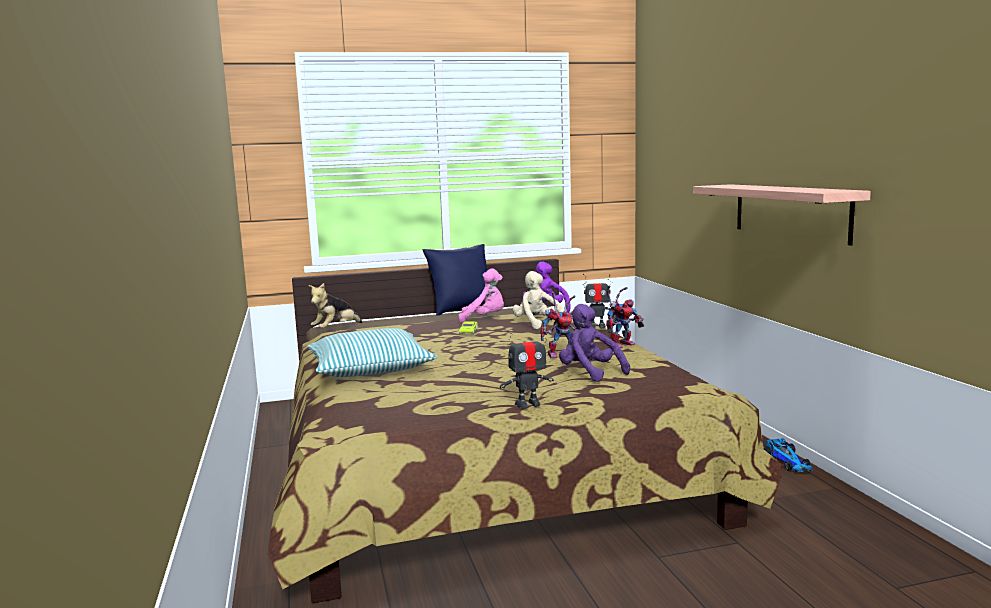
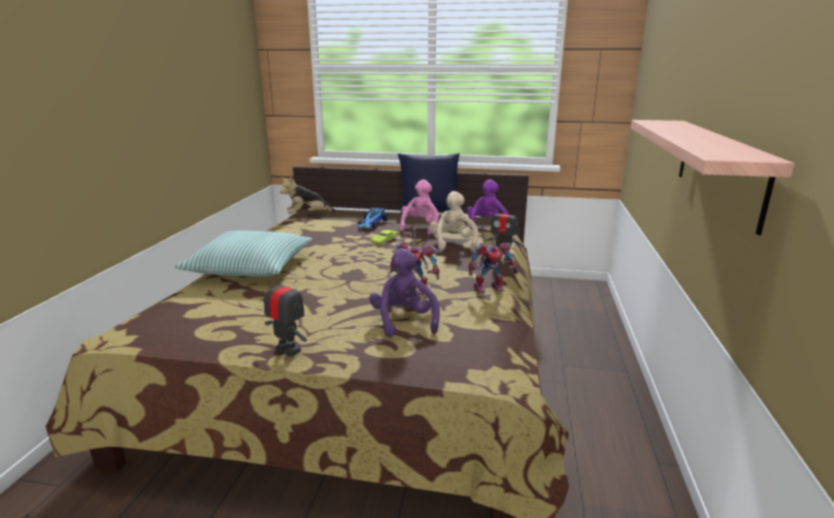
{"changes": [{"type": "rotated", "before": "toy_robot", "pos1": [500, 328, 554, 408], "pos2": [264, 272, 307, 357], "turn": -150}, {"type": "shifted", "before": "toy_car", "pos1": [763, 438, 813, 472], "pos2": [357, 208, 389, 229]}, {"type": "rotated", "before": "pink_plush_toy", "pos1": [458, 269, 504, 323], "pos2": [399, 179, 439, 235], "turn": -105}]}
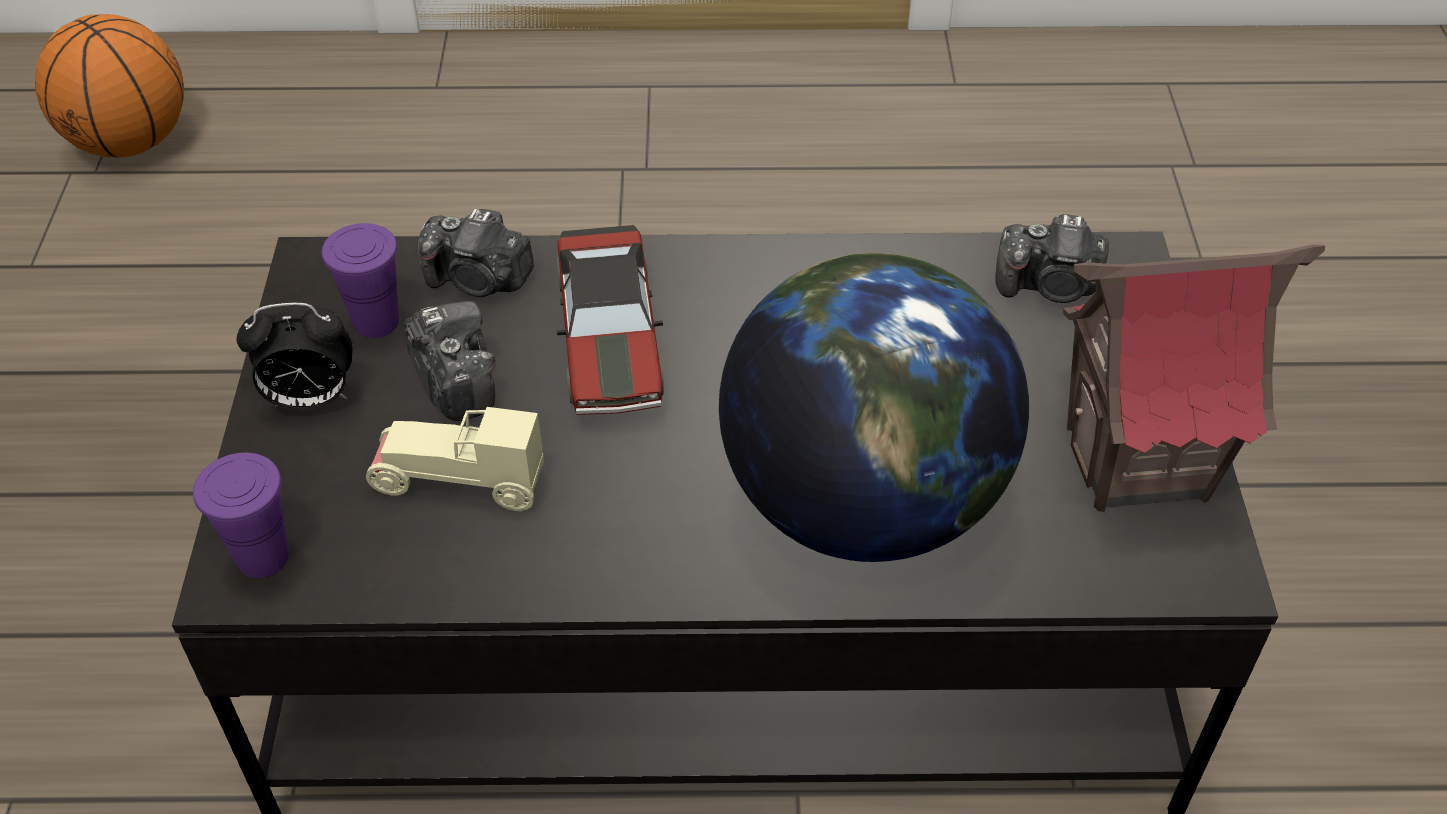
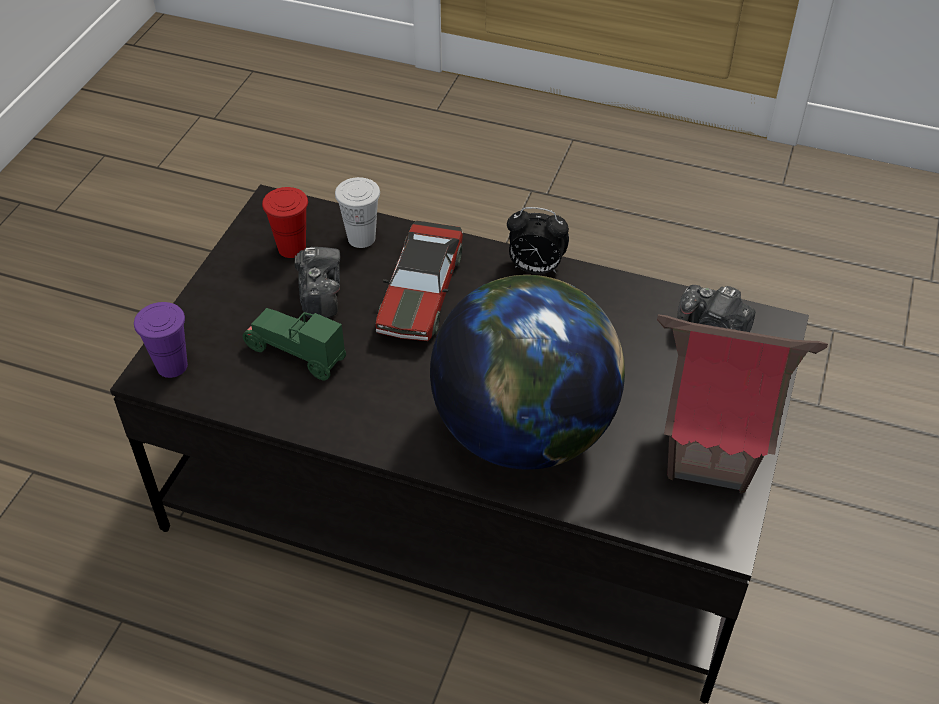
{"changes": [{"type": "repainted", "before": "beige_toy_car", "after": "green_toy_car", "pos1": [366, 407, 544, 511], "pos2": [243, 308, 346, 380]}, {"type": "repainted", "before": "purple_cup", "after": "red_cup", "pos1": [322, 223, 399, 338], "pos2": [262, 187, 308, 258]}, {"type": "swapped", "before": "photo_camera", "after": "white_cup", "pos1": [418, 209, 534, 297], "pos2": [335, 177, 380, 248]}, {"type": "shifted", "before": "alarm_clock", "pos1": [237, 303, 353, 410], "pos2": [507, 207, 569, 274]}, {"type": "gone", "before": "basketball", "pos1": [35, 14, 184, 157]}]}
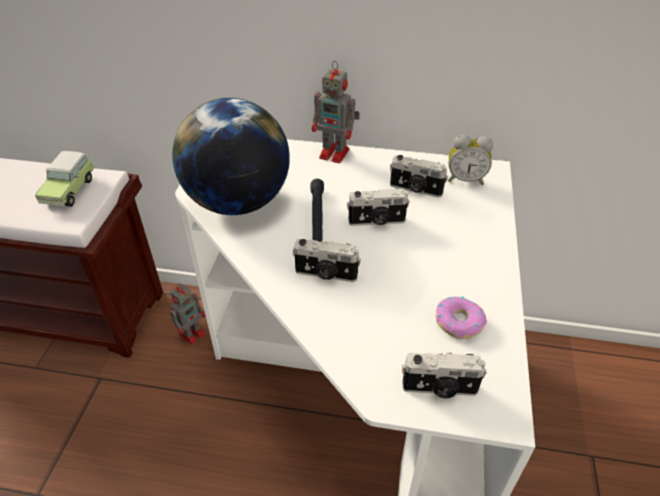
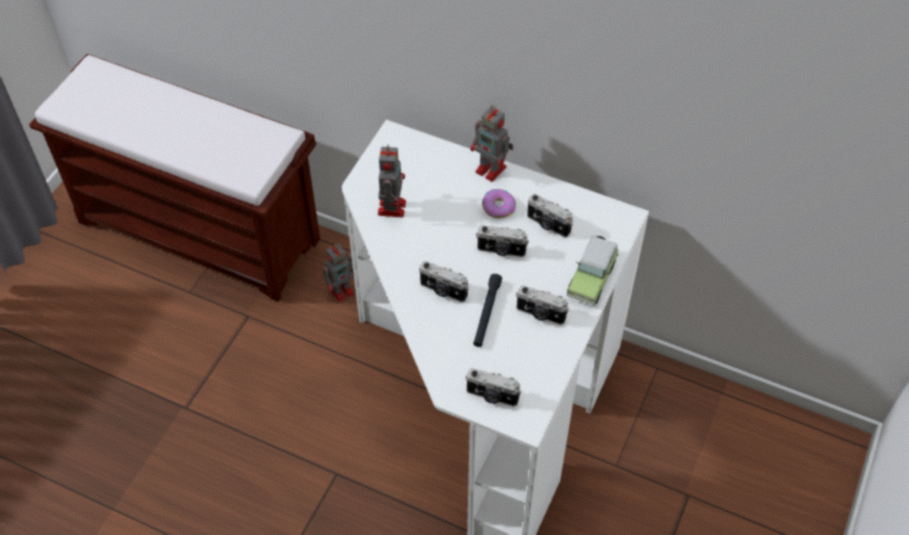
{"changes": [{"type": "swapped", "before": "globe", "after": "toy_robot", "pos1": [172, 98, 290, 215], "pos2": [378, 145, 406, 218]}, {"type": "shifted", "before": "black_flashlight", "pos1": [310, 179, 324, 242], "pos2": [473, 274, 502, 347]}, {"type": "shifted", "before": "donut", "pos1": [436, 296, 487, 339], "pos2": [482, 189, 516, 218]}, {"type": "new", "after": "photo_camera", "pos2": [516, 285, 569, 325]}, {"type": "shifted", "before": "toy_car", "pos1": [35, 151, 95, 207], "pos2": [567, 236, 619, 306]}, {"type": "gone", "before": "alarm_clock", "pos1": [448, 134, 493, 185]}]}
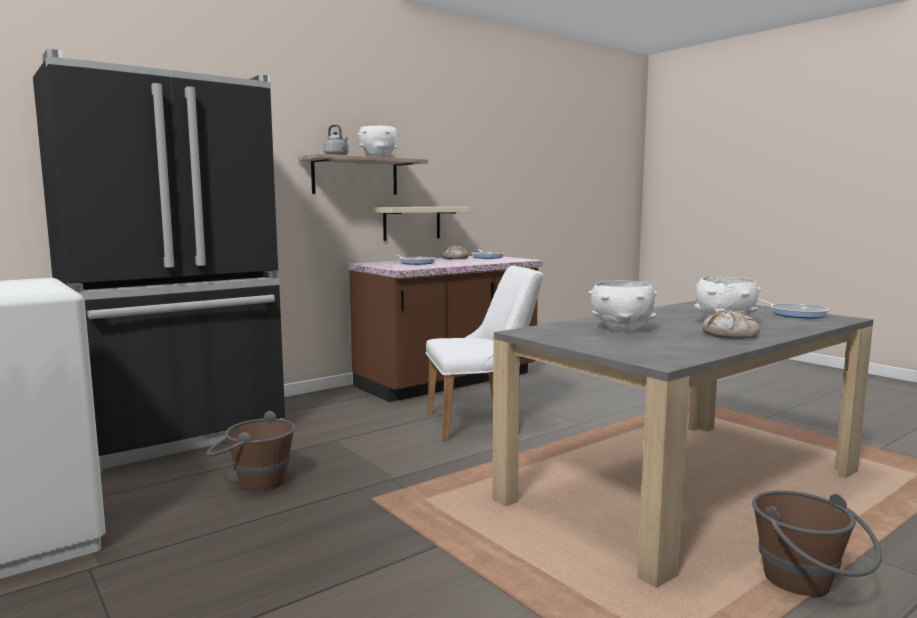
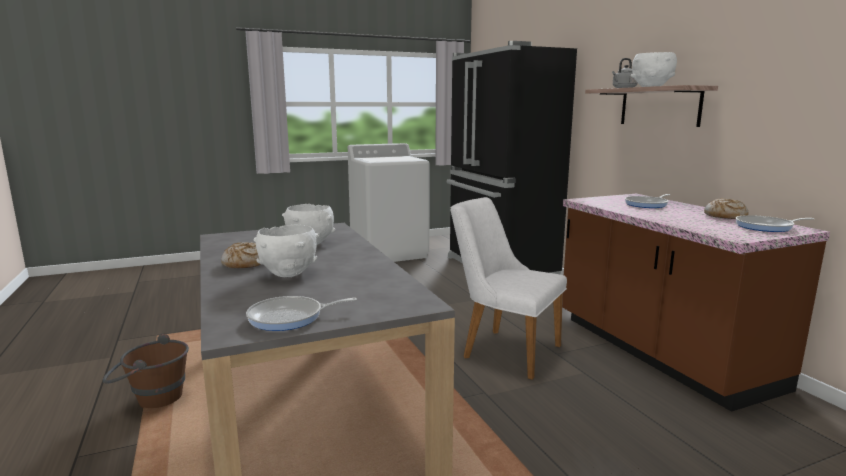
{"changes": [{"type": "rotated", "before": "white_chair", "pos1": [426, 266, 544, 442], "pos2": [451, 197, 567, 380], "turn": 120}, {"type": "gone", "before": "brown_bucket", "pos1": [206, 411, 296, 492]}, {"type": "gone", "before": "beige_shelf", "pos1": [372, 207, 470, 241]}]}
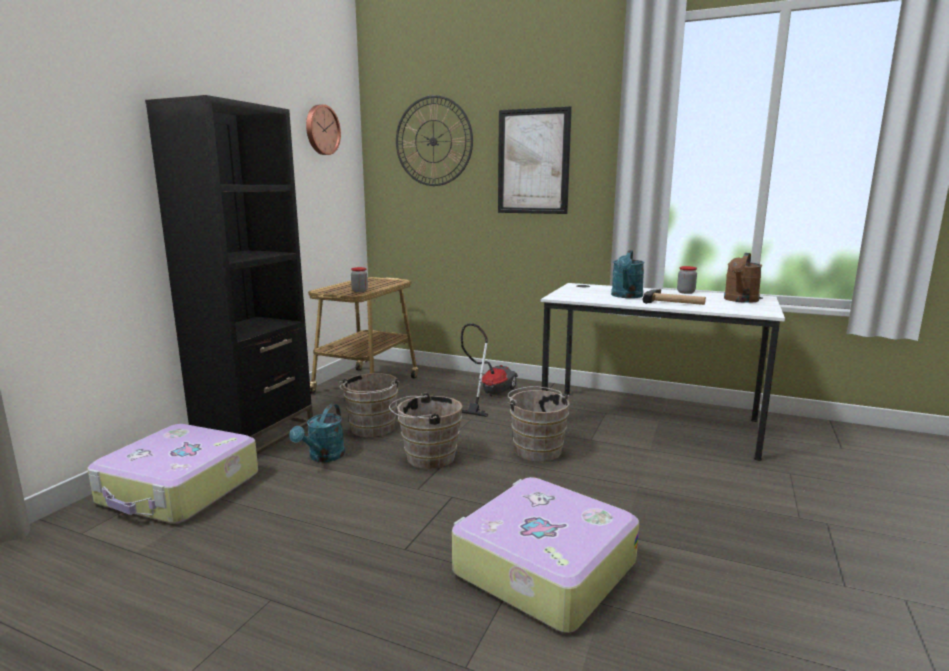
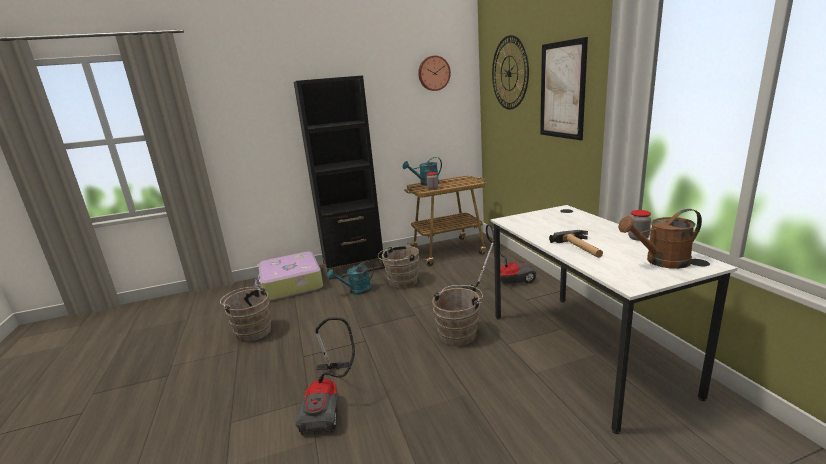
{"changes": [{"type": "shifted", "before": "brown_bucket", "pos1": [389, 393, 463, 469], "pos2": [220, 287, 271, 342]}, {"type": "swapped", "before": "suitcase", "after": "vacuum_cleaner", "pos1": [452, 477, 639, 633], "pos2": [296, 317, 355, 435]}, {"type": "shifted", "before": "turquoise_watering_can", "pos1": [611, 250, 645, 298], "pos2": [403, 157, 442, 186]}]}
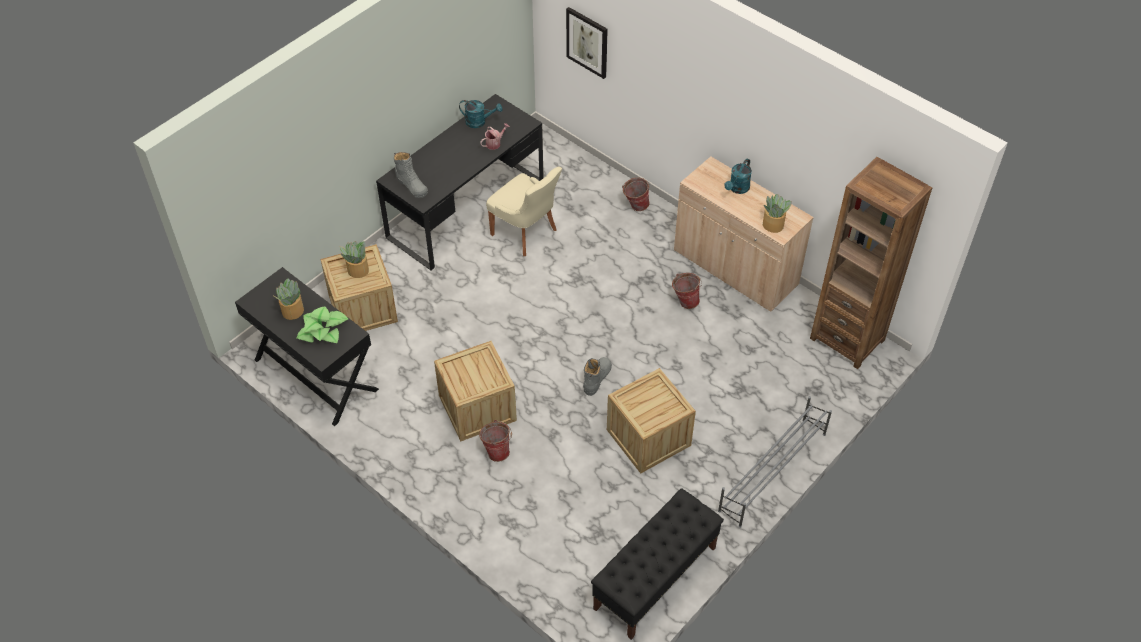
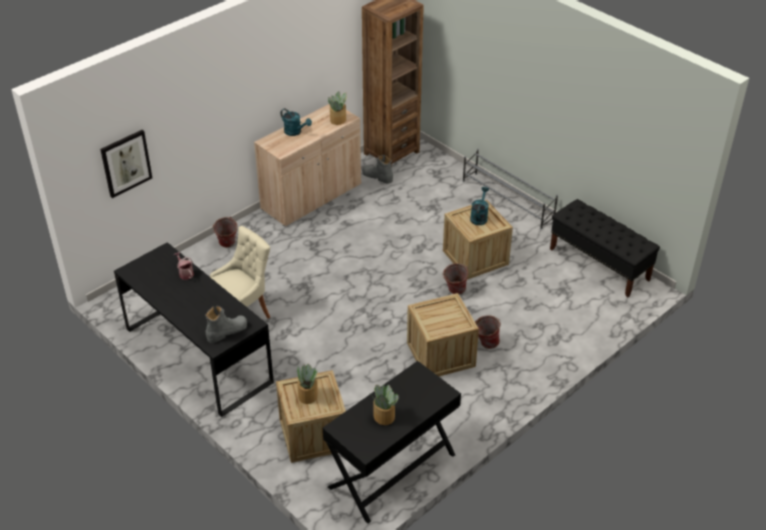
{"changes": [{"type": "shifted", "before": "grey_boot", "pos1": [583, 357, 612, 396], "pos2": [362, 155, 393, 184]}, {"type": "shifted", "before": "bucket", "pos1": [672, 273, 702, 309], "pos2": [442, 263, 468, 294]}, {"type": "shifted", "before": "turquoise_watering_can", "pos1": [459, 100, 502, 128], "pos2": [470, 187, 489, 225]}, {"type": "gone", "before": "potted_plant", "pos1": [297, 306, 348, 343]}]}
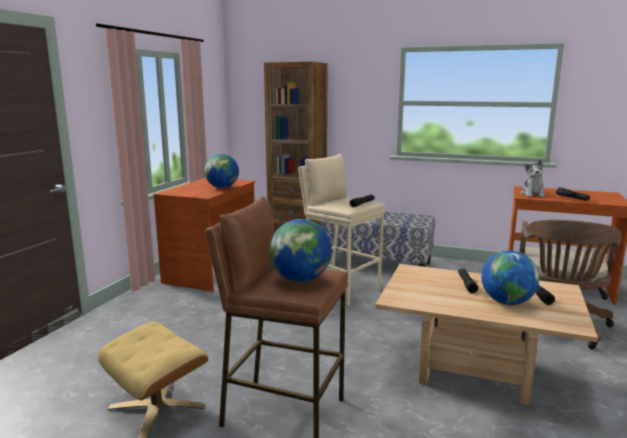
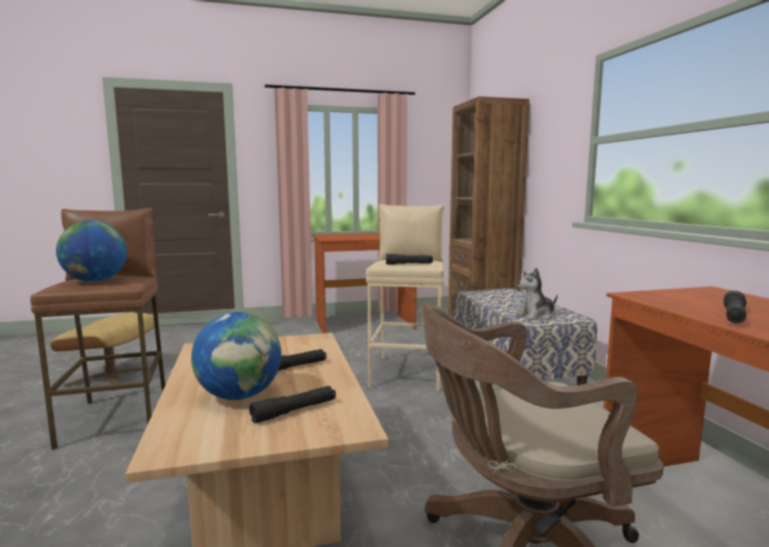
{"changes": [{"type": "shifted", "before": "plush_toy", "pos1": [521, 159, 545, 197], "pos2": [515, 268, 558, 320]}, {"type": "gone", "before": "globe", "pos1": [204, 154, 239, 188]}]}
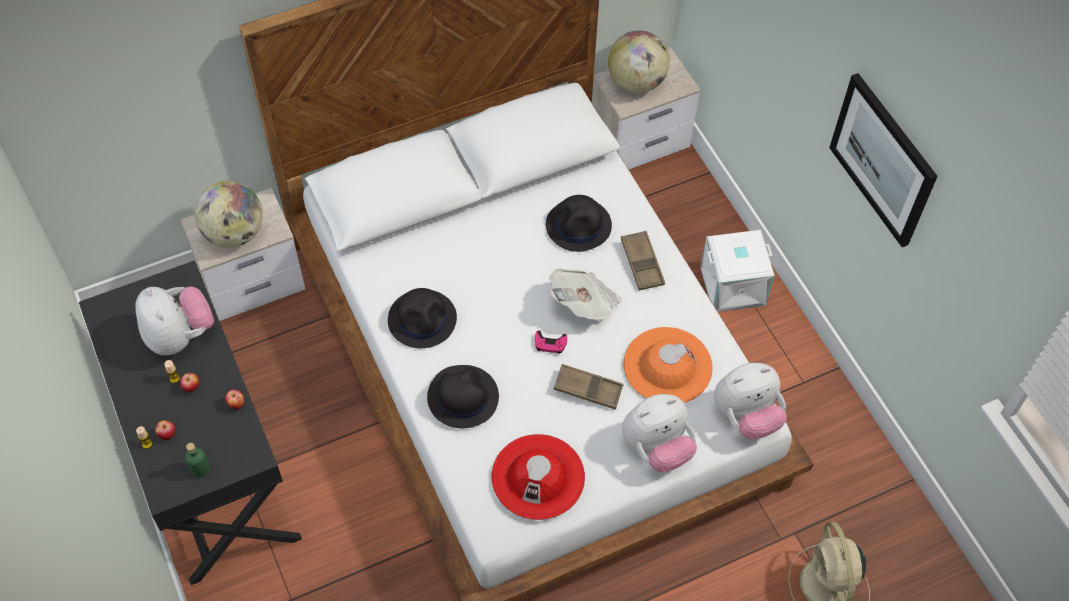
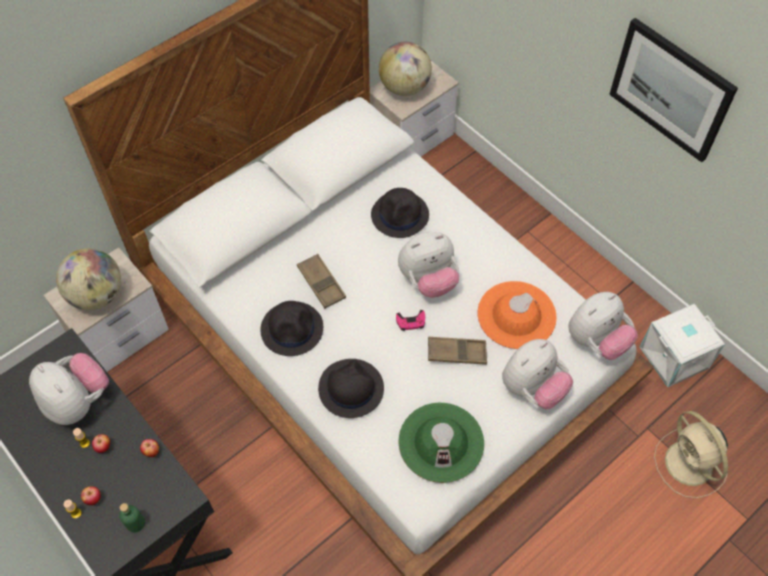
{"changes": [{"type": "shifted", "before": "brown_tray", "pos1": [621, 231, 665, 291], "pos2": [297, 254, 346, 309]}, {"type": "swapped", "before": "newspaper", "after": "plush_toy", "pos1": [549, 269, 622, 321], "pos2": [398, 232, 459, 297]}, {"type": "repainted", "before": "red_hat", "after": "green_hat", "pos1": [491, 434, 585, 520], "pos2": [398, 403, 484, 483]}, {"type": "shifted", "before": "white_storage_box", "pos1": [700, 230, 775, 312], "pos2": [640, 303, 725, 387]}]}
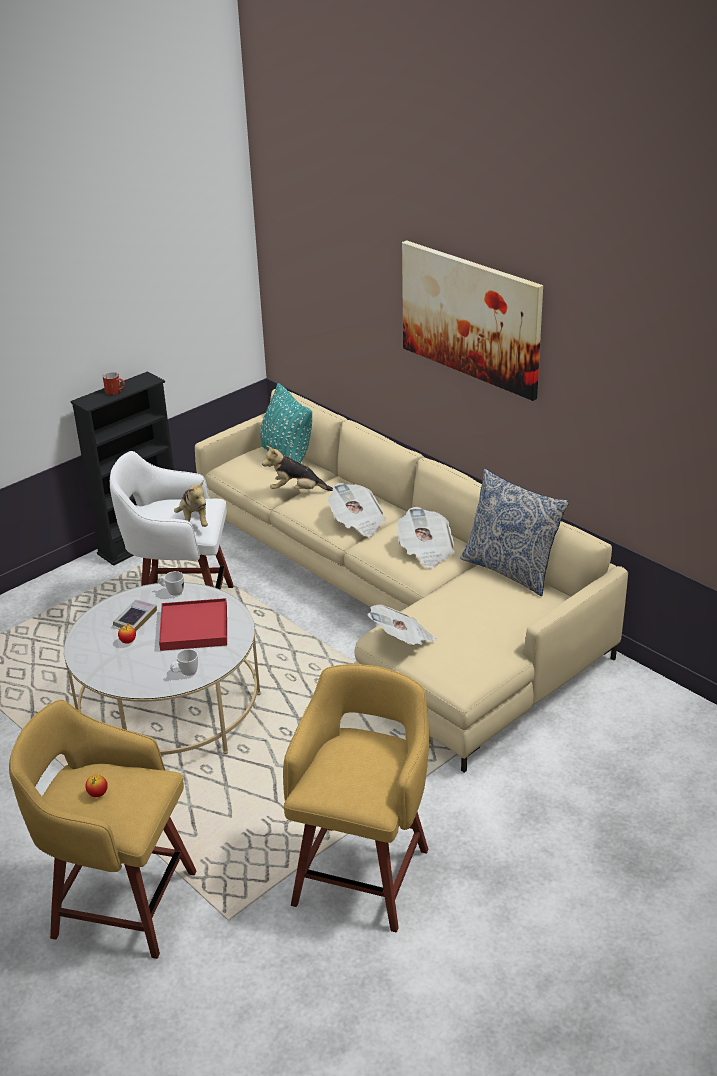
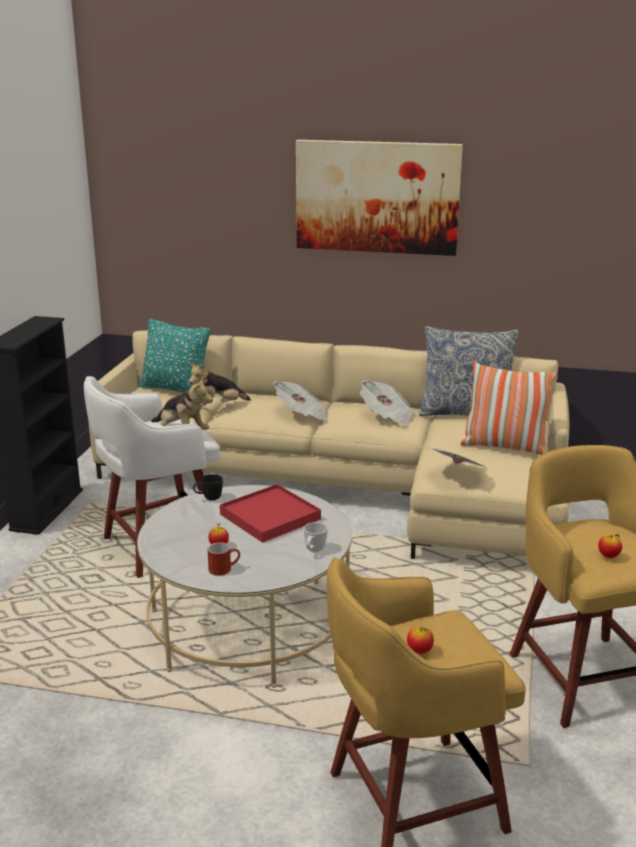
{"changes": [{"type": "repainted", "before": "white_mug", "after": "black_mug", "pos1": [158, 571, 184, 596], "pos2": [193, 474, 223, 501]}, {"type": "shifted", "before": "red_mug", "pos1": [103, 372, 125, 395], "pos2": [208, 542, 240, 575]}, {"type": "new", "after": "pillow", "pos2": [461, 361, 557, 455]}, {"type": "new", "after": "apple", "pos2": [598, 534, 622, 558]}, {"type": "gone", "before": "book", "pos1": [113, 600, 157, 631]}]}
